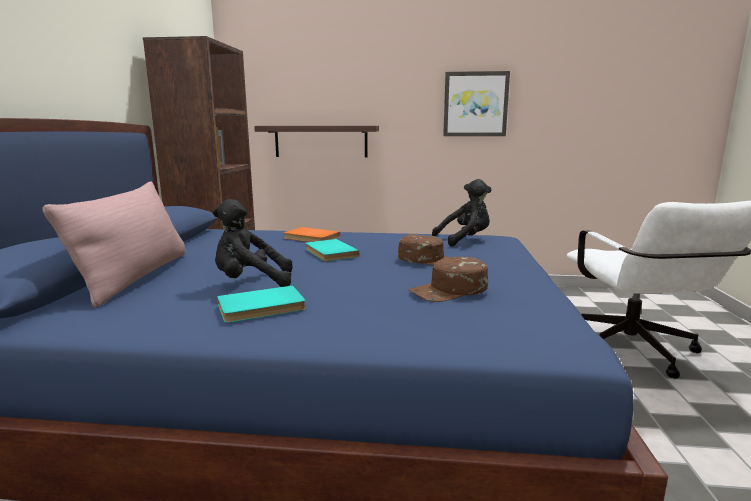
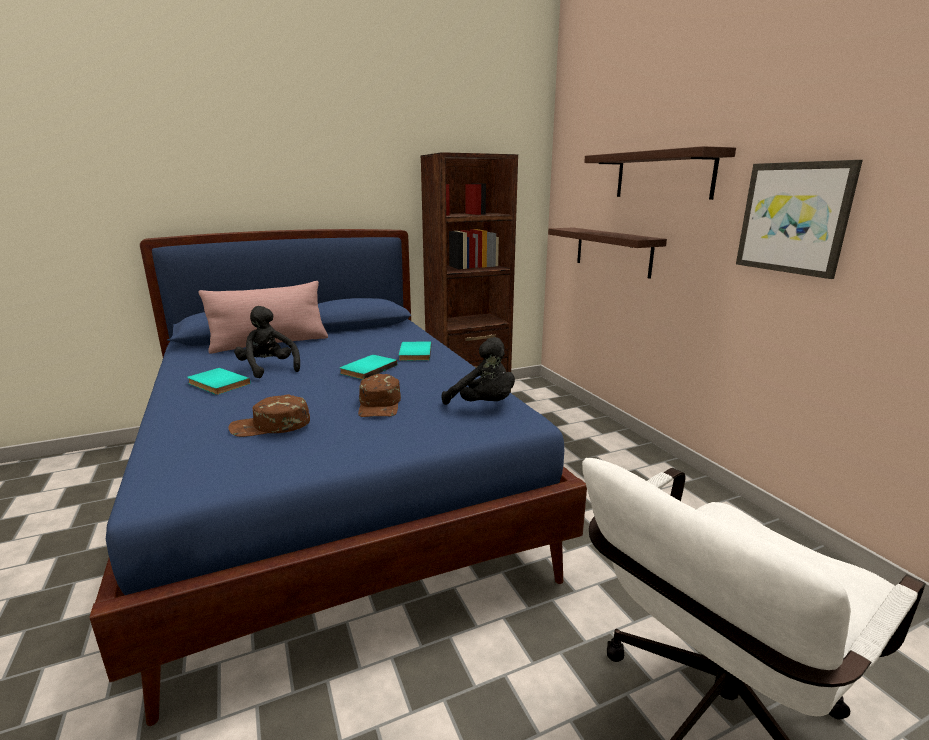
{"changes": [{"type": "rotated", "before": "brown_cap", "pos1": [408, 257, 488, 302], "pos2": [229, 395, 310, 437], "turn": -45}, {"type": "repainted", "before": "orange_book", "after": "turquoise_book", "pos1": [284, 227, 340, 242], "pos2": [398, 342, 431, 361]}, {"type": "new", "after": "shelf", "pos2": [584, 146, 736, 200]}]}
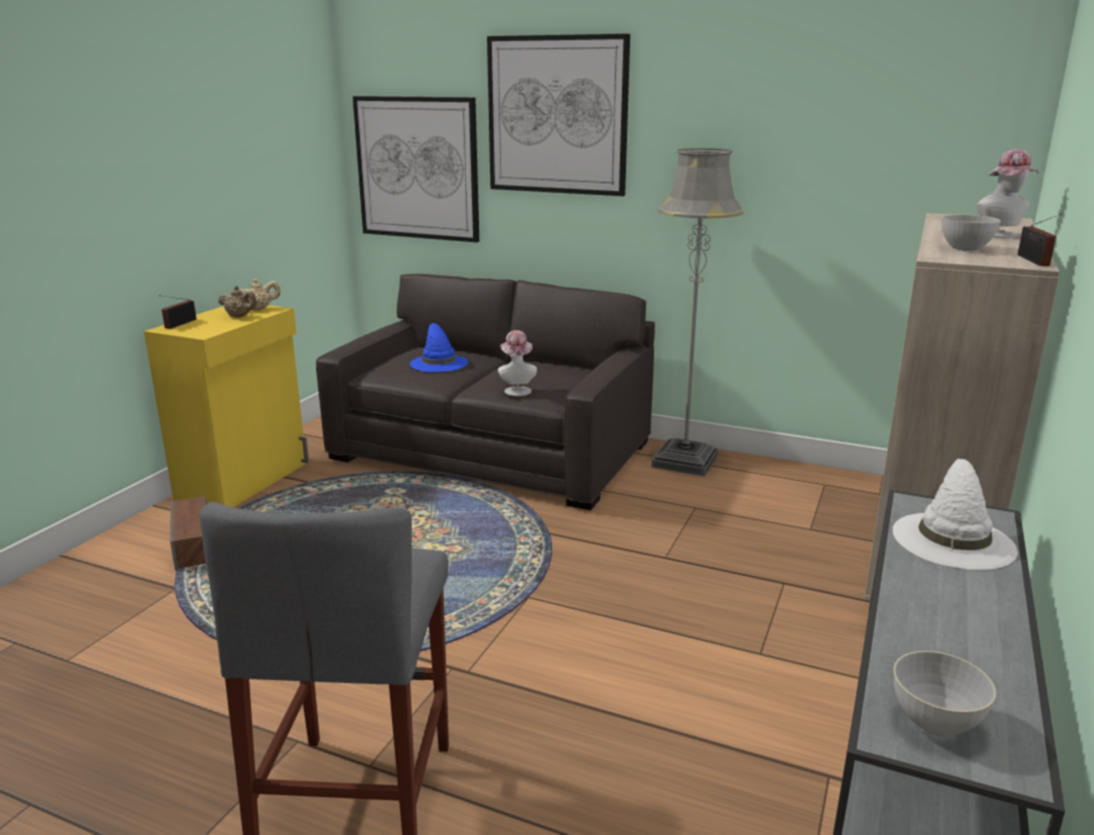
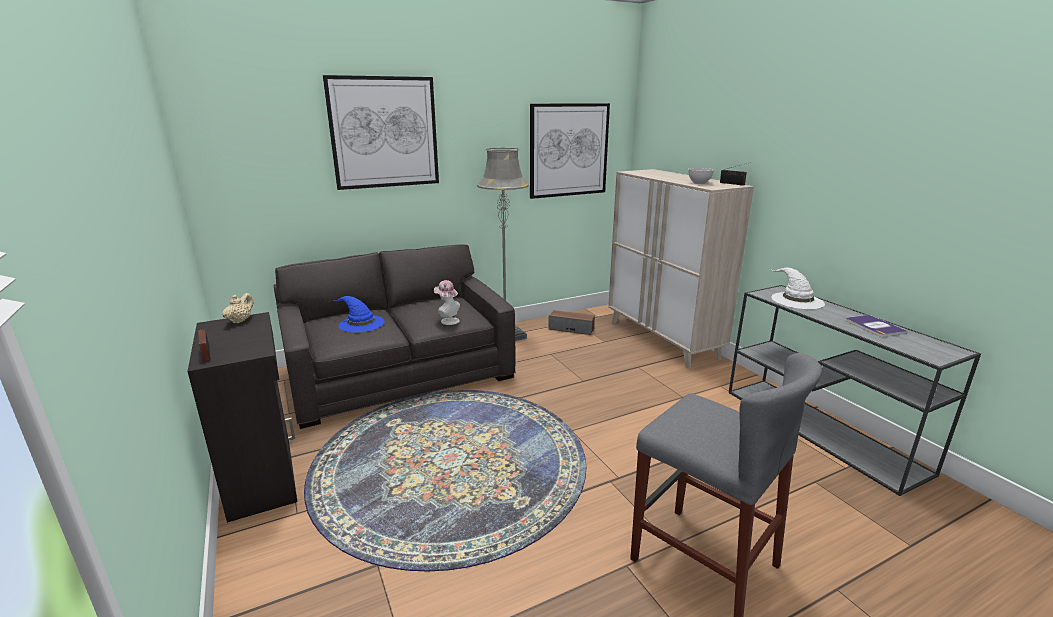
{"changes": [{"type": "repainted", "before": "yellow_cabinet", "after": "black_cabinet", "pos1": [144, 305, 309, 507], "pos2": [187, 312, 297, 523]}, {"type": "shifted", "before": "picture", "pos1": [353, 96, 479, 242], "pos2": [530, 103, 610, 199]}, {"type": "shifted", "before": "speaker", "pos1": [170, 496, 207, 571], "pos2": [548, 310, 595, 335]}, {"type": "new", "after": "book", "pos2": [846, 314, 908, 337]}, {"type": "gone", "before": "beige_teapot", "pos1": [218, 286, 257, 317]}, {"type": "gone", "before": "grey_bowl", "pos1": [893, 651, 996, 737]}, {"type": "gone", "before": "hat", "pos1": [976, 149, 1039, 238]}]}
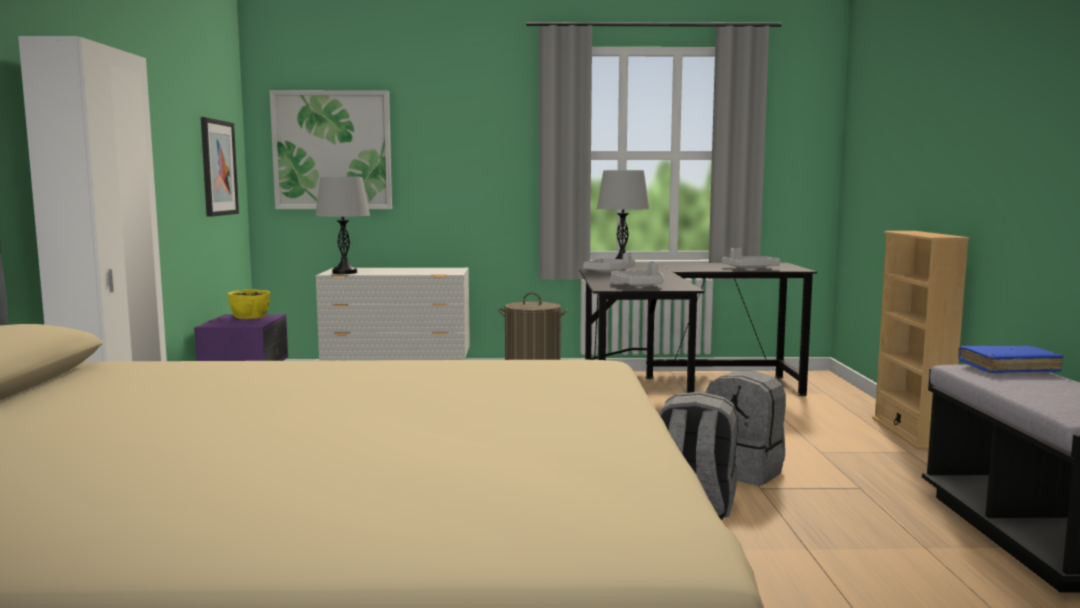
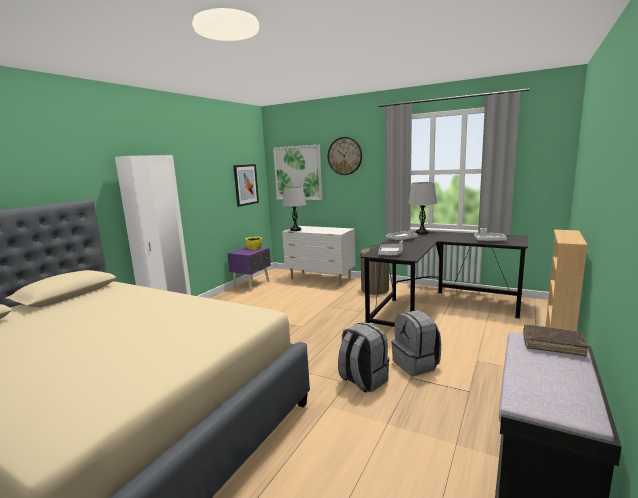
{"changes": [{"type": "new", "after": "wall_clock", "pos2": [328, 137, 362, 175]}, {"type": "repainted", "before": "blue_book", "after": "brown_book", "pos1": [958, 345, 1064, 373], "pos2": [523, 324, 589, 356]}]}
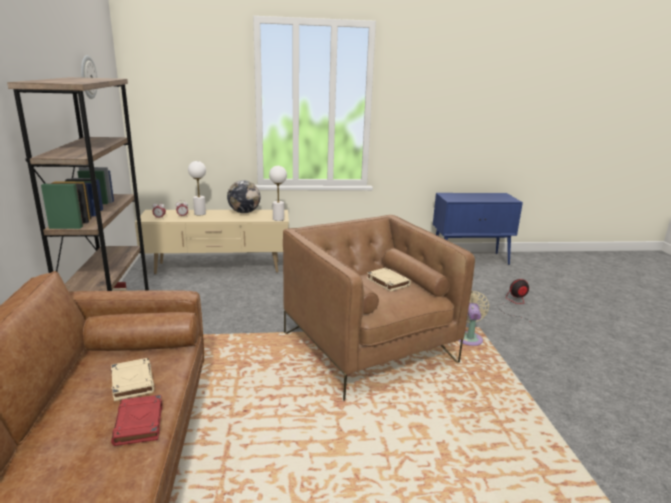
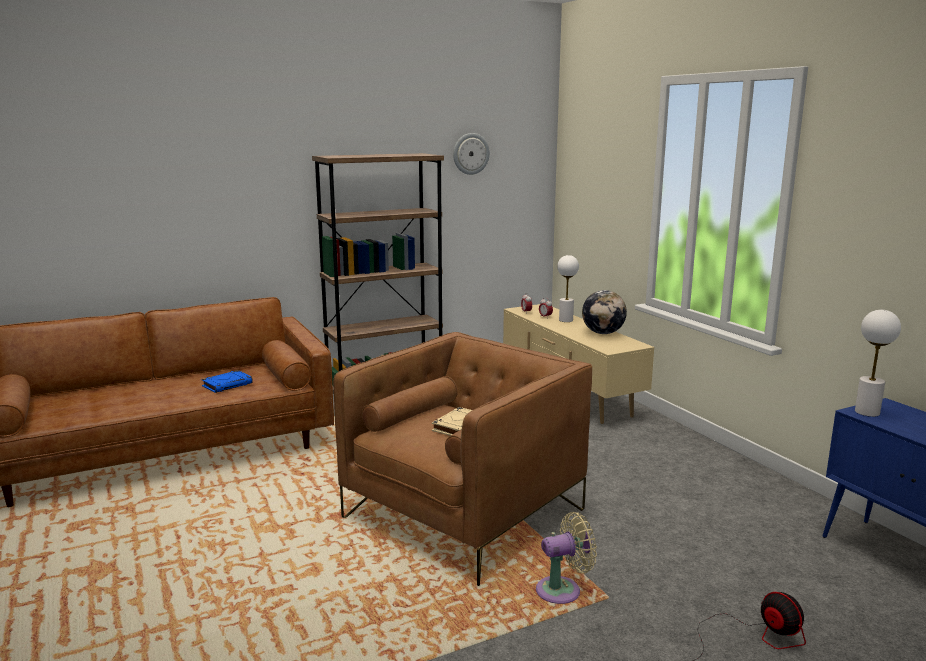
{"changes": [{"type": "repainted", "before": "beige_book", "after": "blue_book", "pos1": [111, 358, 154, 401], "pos2": [201, 370, 253, 393]}, {"type": "shifted", "before": "white_table_lamp", "pos1": [269, 166, 287, 221], "pos2": [855, 310, 901, 417]}, {"type": "gone", "before": "red_book", "pos1": [111, 395, 162, 446]}]}
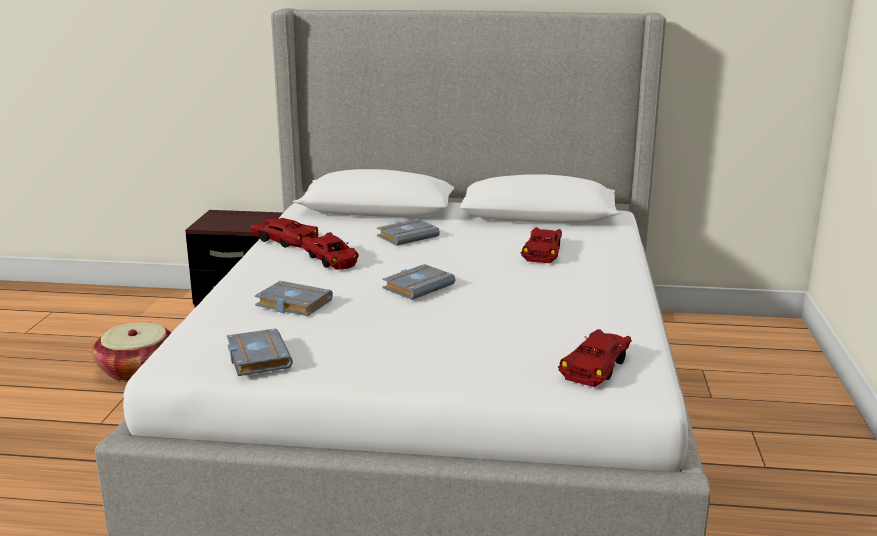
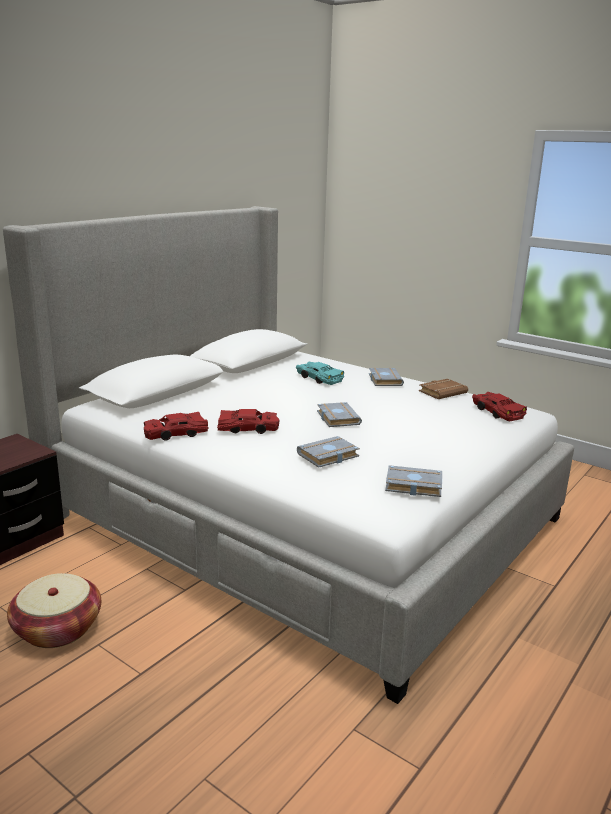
{"changes": [{"type": "repainted", "before": "red_toy_car", "after": "turquoise_toy_car", "pos1": [521, 227, 562, 263], "pos2": [296, 362, 344, 385]}, {"type": "shifted", "before": "grey_book", "pos1": [377, 219, 440, 246], "pos2": [369, 368, 404, 386]}, {"type": "new", "after": "brown_book", "pos2": [419, 379, 468, 399]}]}
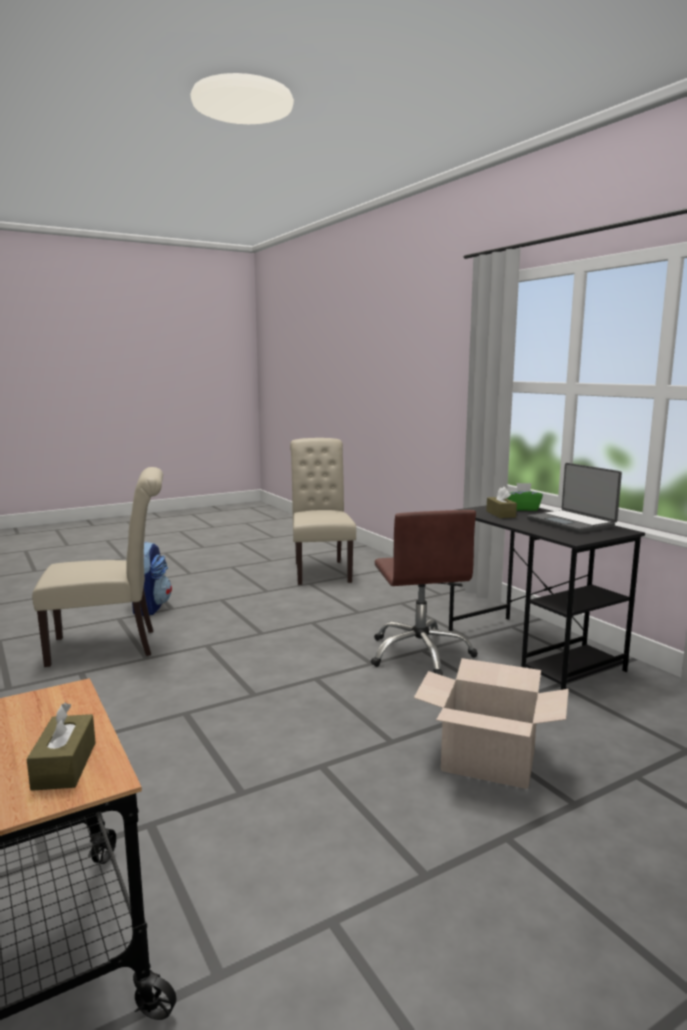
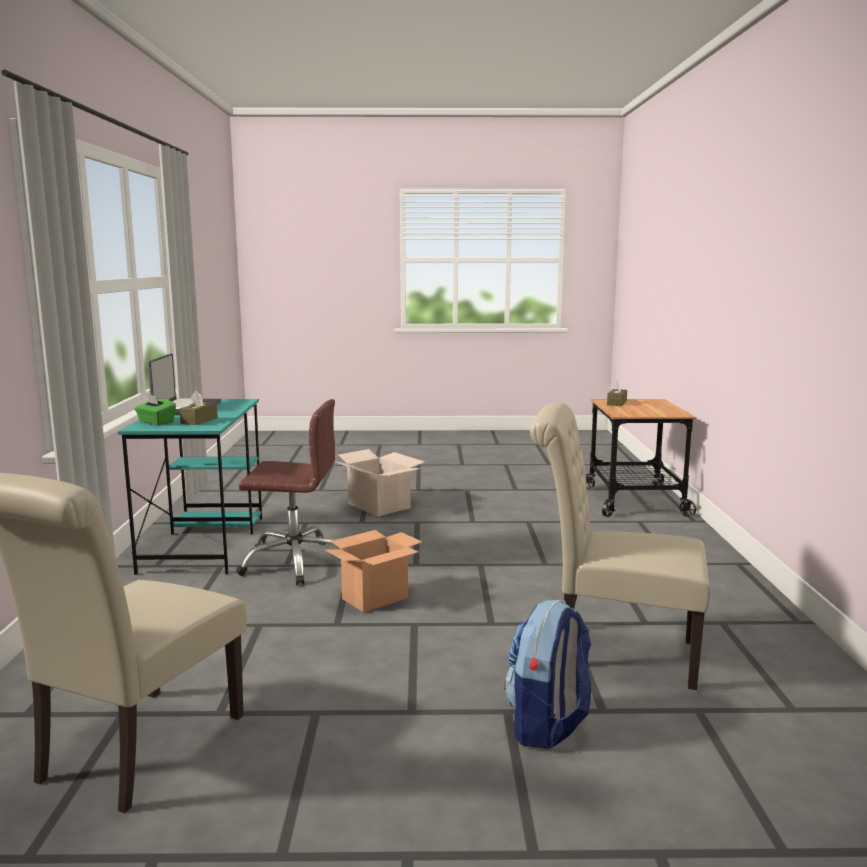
{"changes": [{"type": "repainted", "before": "black_desk", "after": "turquoise_desk", "pos1": [449, 505, 645, 690], "pos2": [118, 399, 262, 575]}, {"type": "rotated", "before": "brown_office_chair", "pos1": [370, 510, 478, 676], "pos2": [236, 399, 340, 585], "turn": 75}, {"type": "new", "after": "cardboard_box", "pos2": [325, 530, 422, 612]}]}
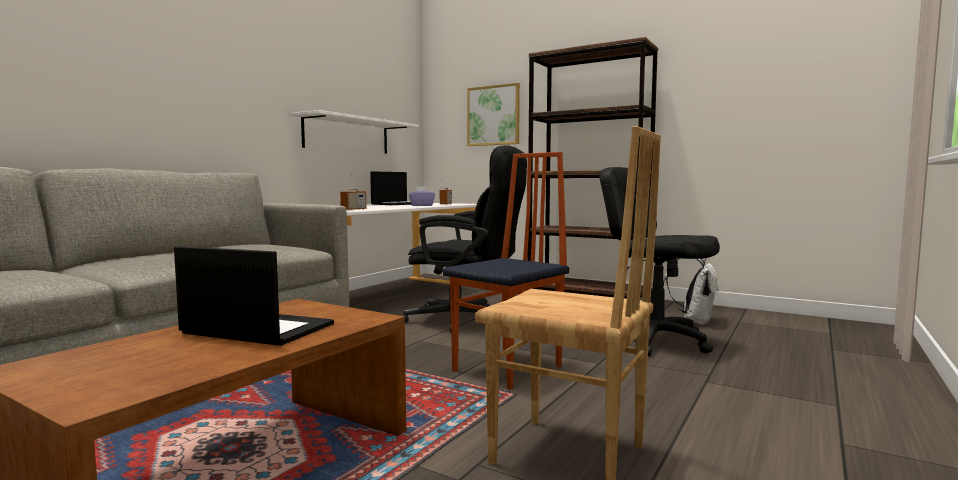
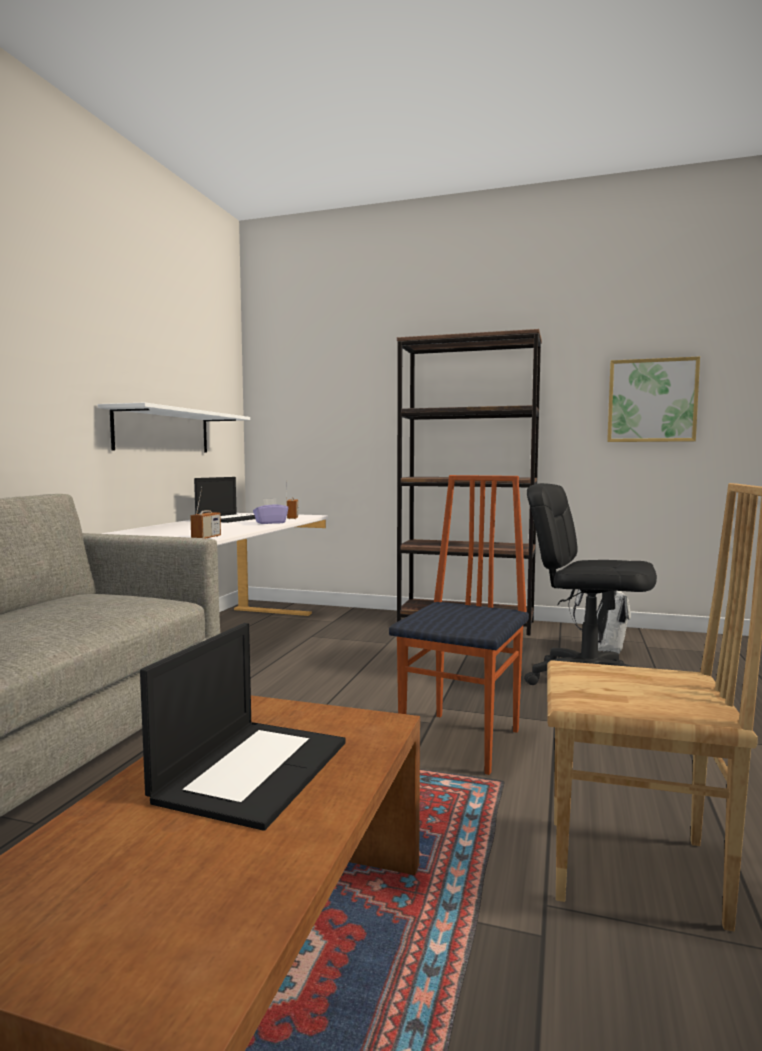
{"changes": [{"type": "rotated", "before": "laptop", "pos1": [174, 246, 334, 346], "pos2": [140, 623, 345, 831], "turn": 105}, {"type": "shifted", "before": "picture", "pos1": [467, 83, 520, 146], "pos2": [607, 357, 700, 442]}, {"type": "gone", "before": "black_office_chair", "pos1": [401, 145, 527, 333]}]}
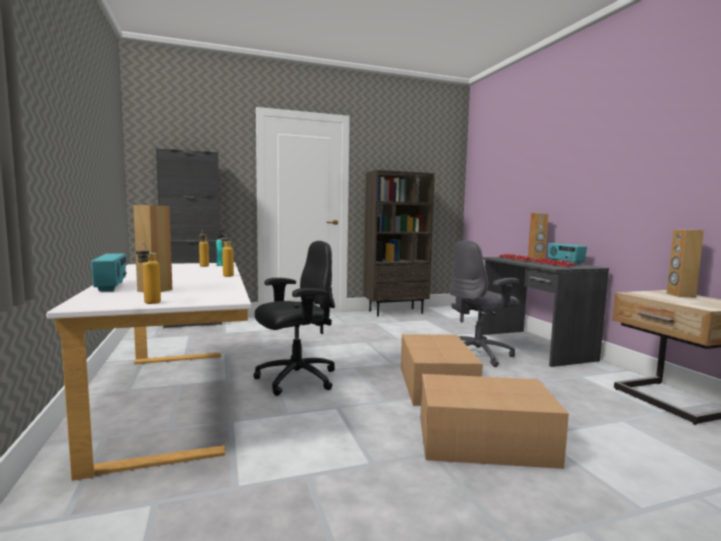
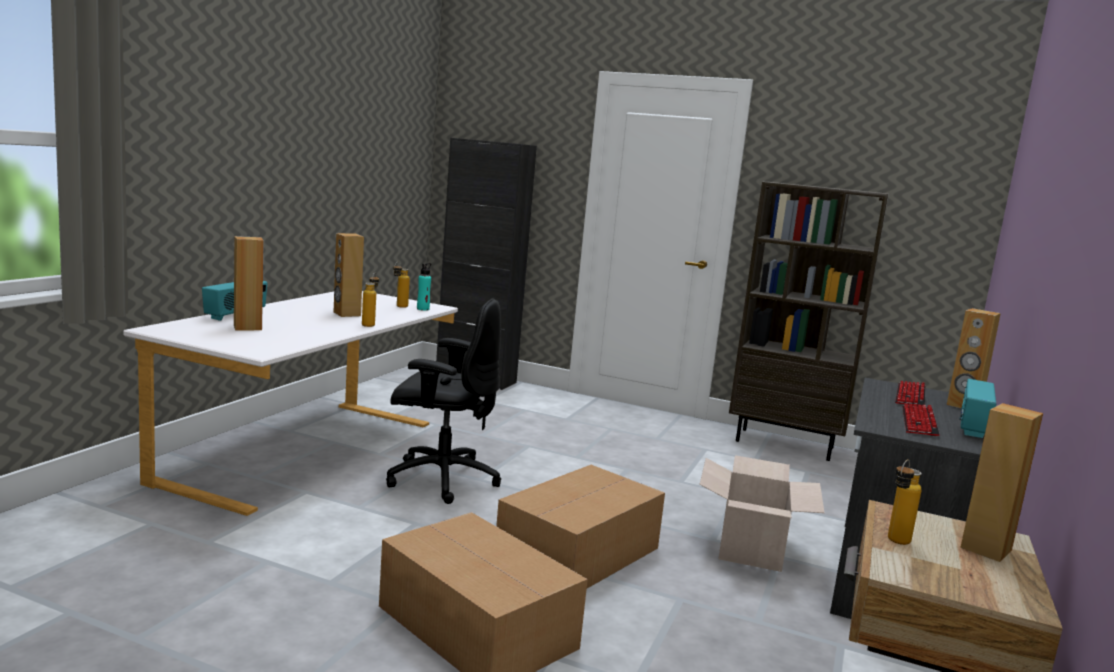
{"changes": [{"type": "new", "after": "brown_speaker", "pos2": [334, 233, 364, 317]}, {"type": "swapped", "before": "grey_office_chair", "after": "cardboard_box", "pos1": [449, 240, 520, 367], "pos2": [699, 455, 825, 572]}, {"type": "shifted", "before": "bottle", "pos1": [136, 243, 161, 304], "pos2": [888, 459, 922, 545]}]}
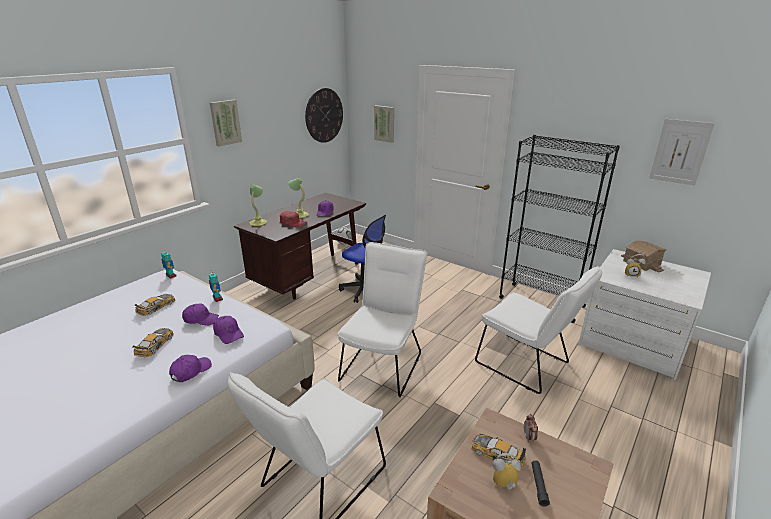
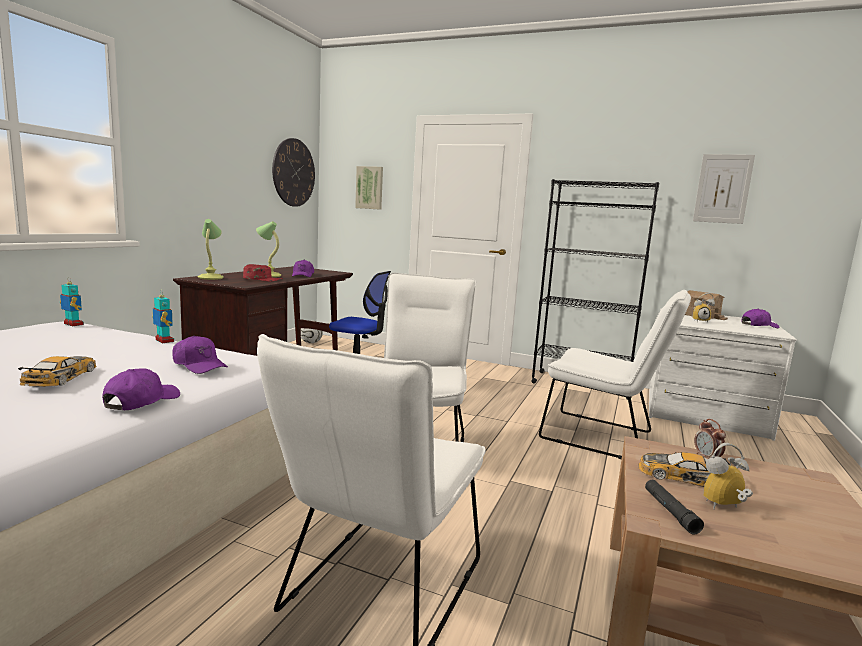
{"changes": [{"type": "shifted", "before": "black_flashlight", "pos1": [531, 460, 550, 507], "pos2": [645, 480, 704, 534]}, {"type": "shifted", "before": "purple_cap", "pos1": [182, 304, 219, 326], "pos2": [741, 308, 779, 328]}, {"type": "gone", "before": "toy_car", "pos1": [135, 294, 175, 316]}, {"type": "gone", "before": "picture", "pos1": [210, 100, 242, 147]}]}
